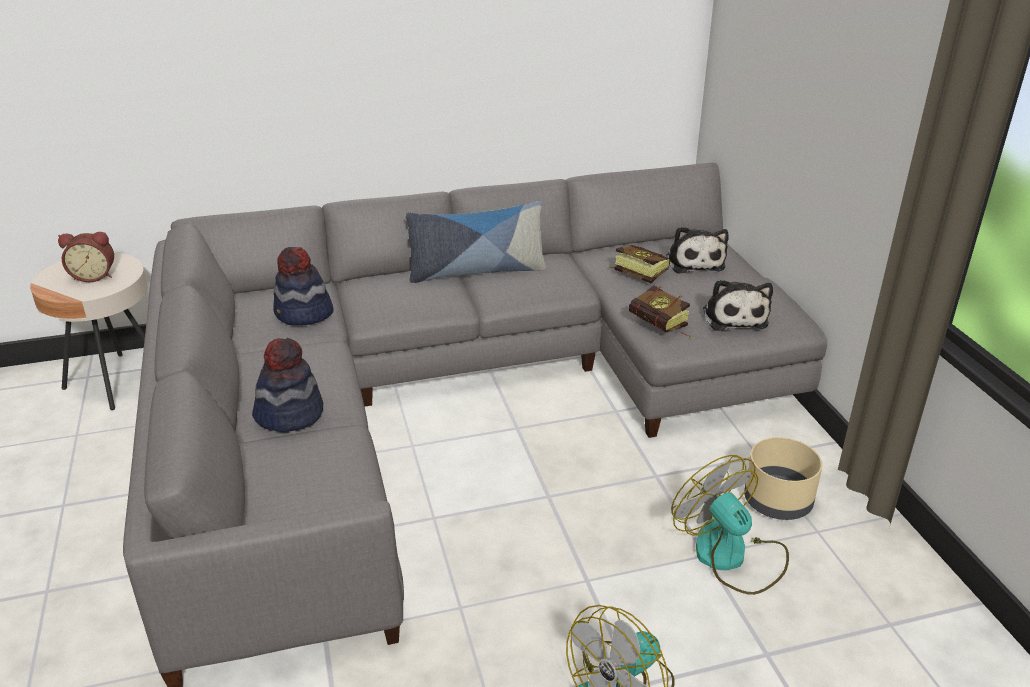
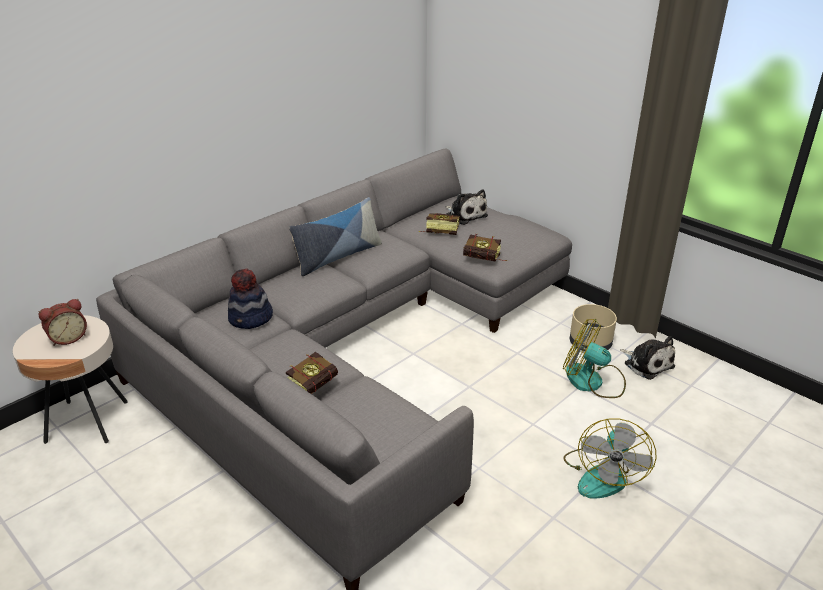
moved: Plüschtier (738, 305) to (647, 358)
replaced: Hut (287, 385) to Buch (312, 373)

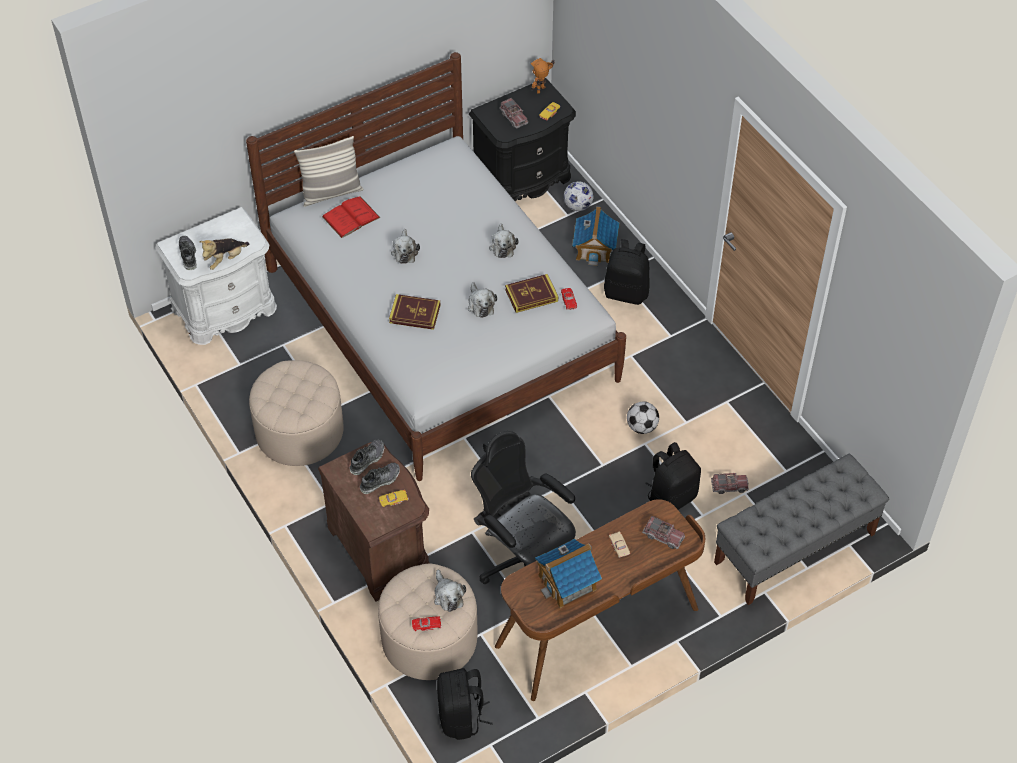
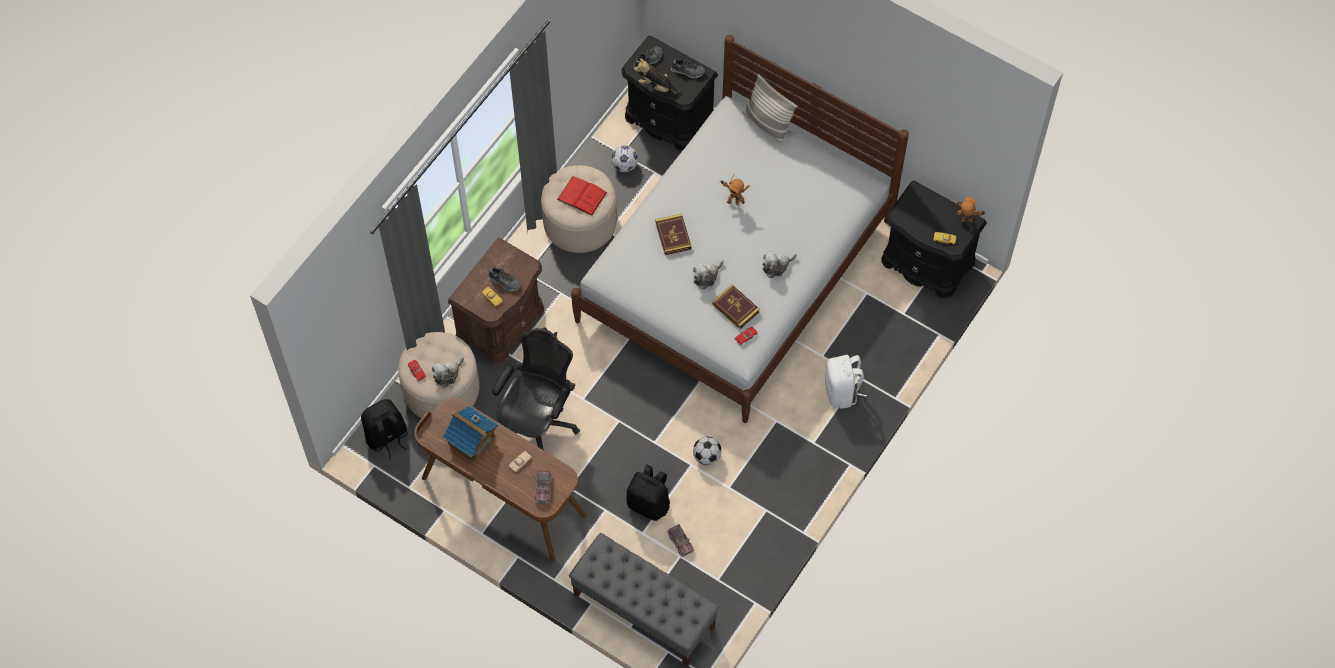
removed: Spielzeuglaster (513, 113); Spielzeughaus (595, 236)
moved: Buch (rot) (351, 217) to (582, 196); Schuh (367, 457) to (688, 68); Fußball (579, 196) to (624, 158)
replaced: Plüschtier (405, 246) to Spielzeugroboter (734, 190)
recoloured: Nachttisch (weiß) (216, 276) to Nachttisch (schwarz) (669, 93); Rucksack (schwarz) (627, 272) to Rucksack (weiß) (846, 382)

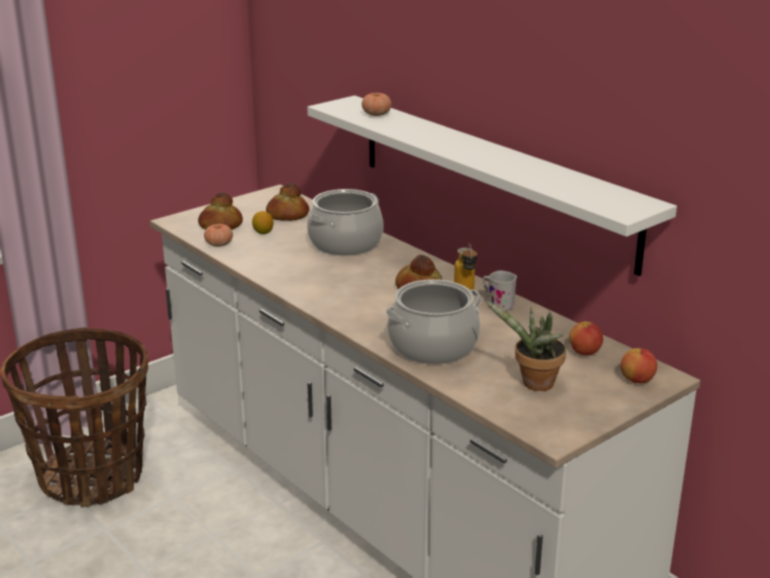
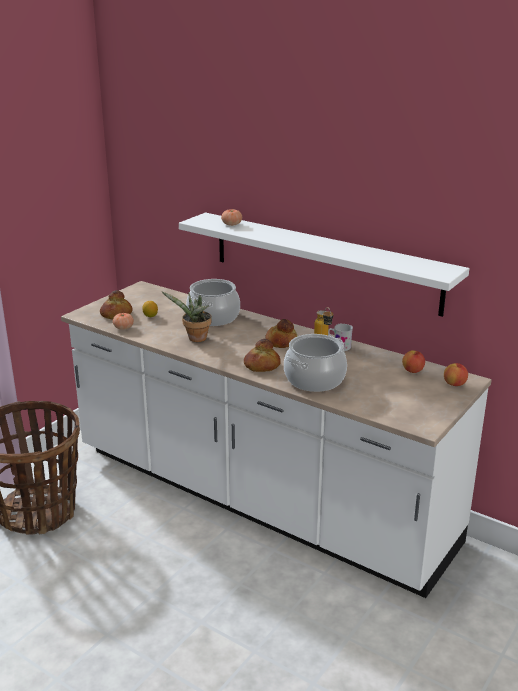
moved: Brot (287, 202) to (262, 355); Topfpflanze (525, 345) to (186, 316)

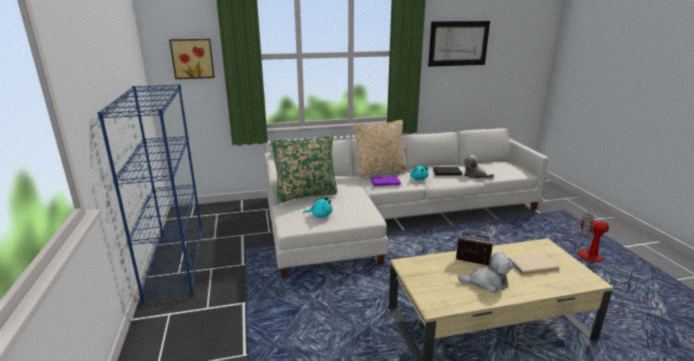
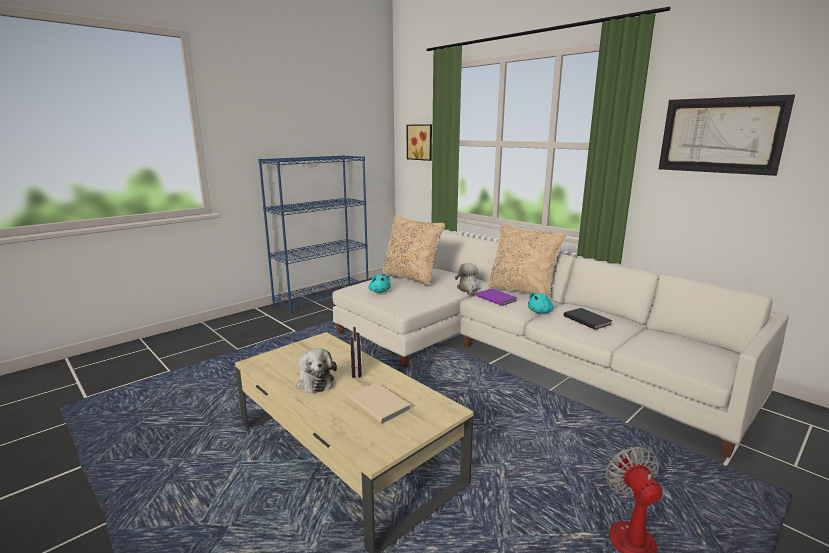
moved: Plüschtier (479, 167) to (467, 279)
recoloured: Kissen (grün) (304, 169) to Kissen (beige) (414, 250)

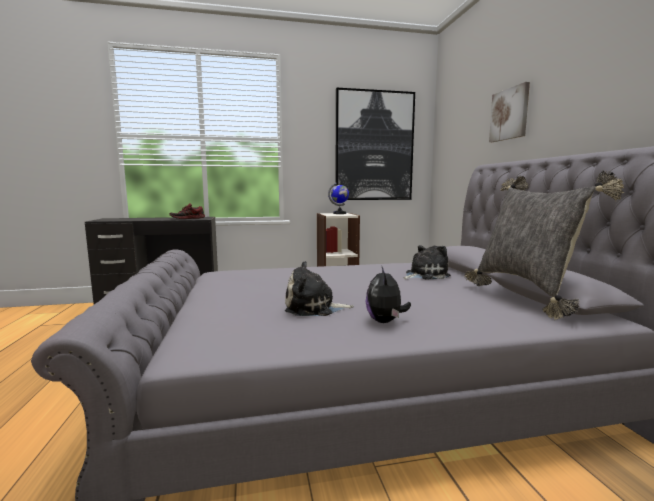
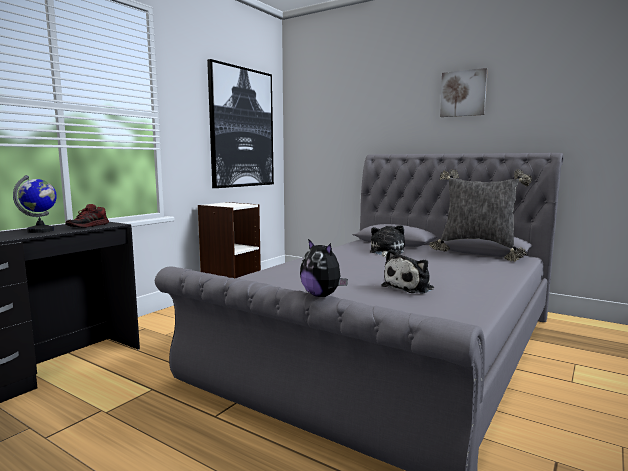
moved: Globus (338, 198) to (35, 204); Plüschtier (388, 295) to (324, 268); Bild (509, 112) to (464, 92)

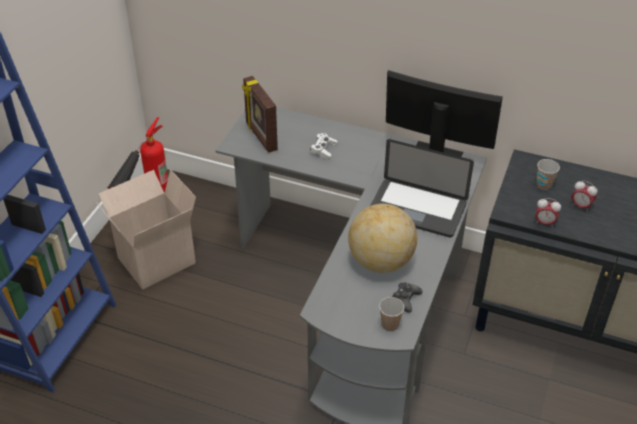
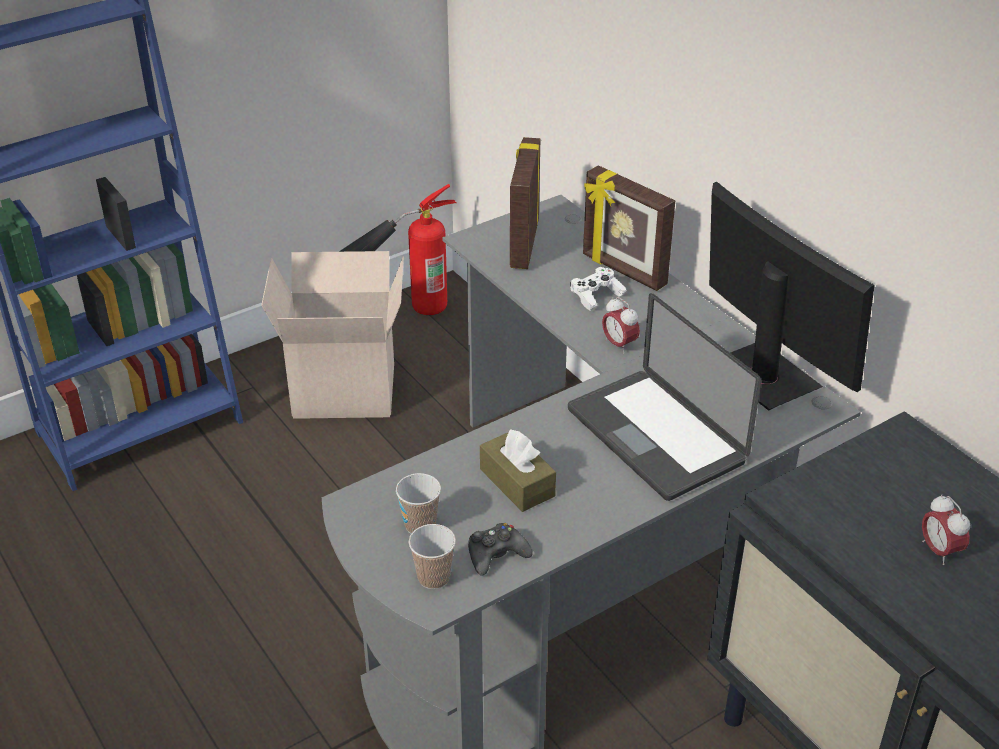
added: Bilderrahmen (629, 228)
moved: Wecker (548, 213) to (621, 325); Tasse (548, 174) to (418, 503)
replaced: Globus (382, 238) to Taschentuchbox (braun) (518, 470)

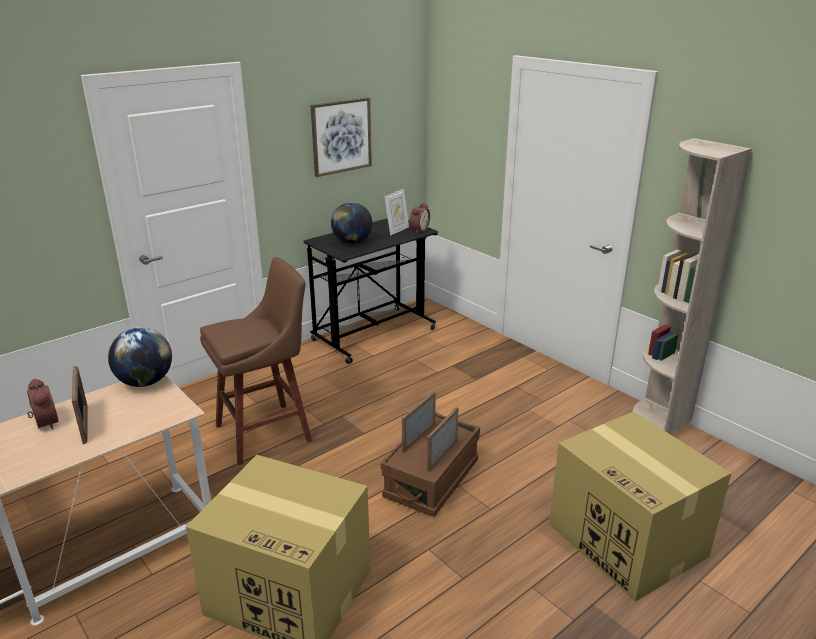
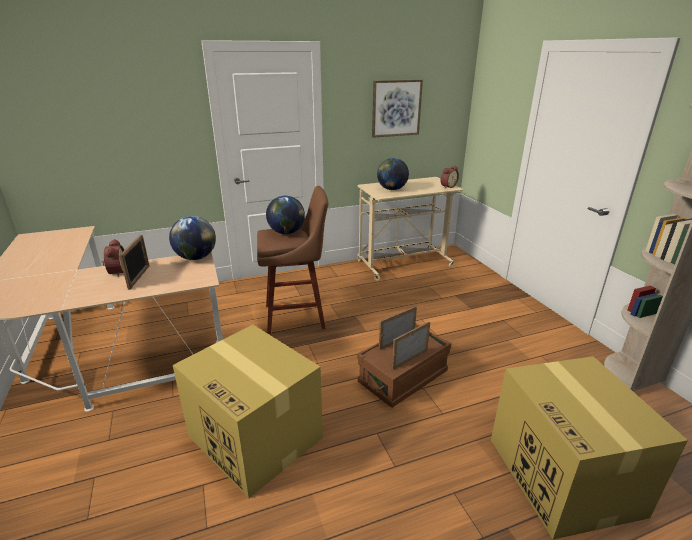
removed: Bilderrahmen (396, 212)
added: Globus (285, 215)
recoloured: Schreibtisch (schwarz) (370, 291) to Schreibtisch (beige) (410, 229)

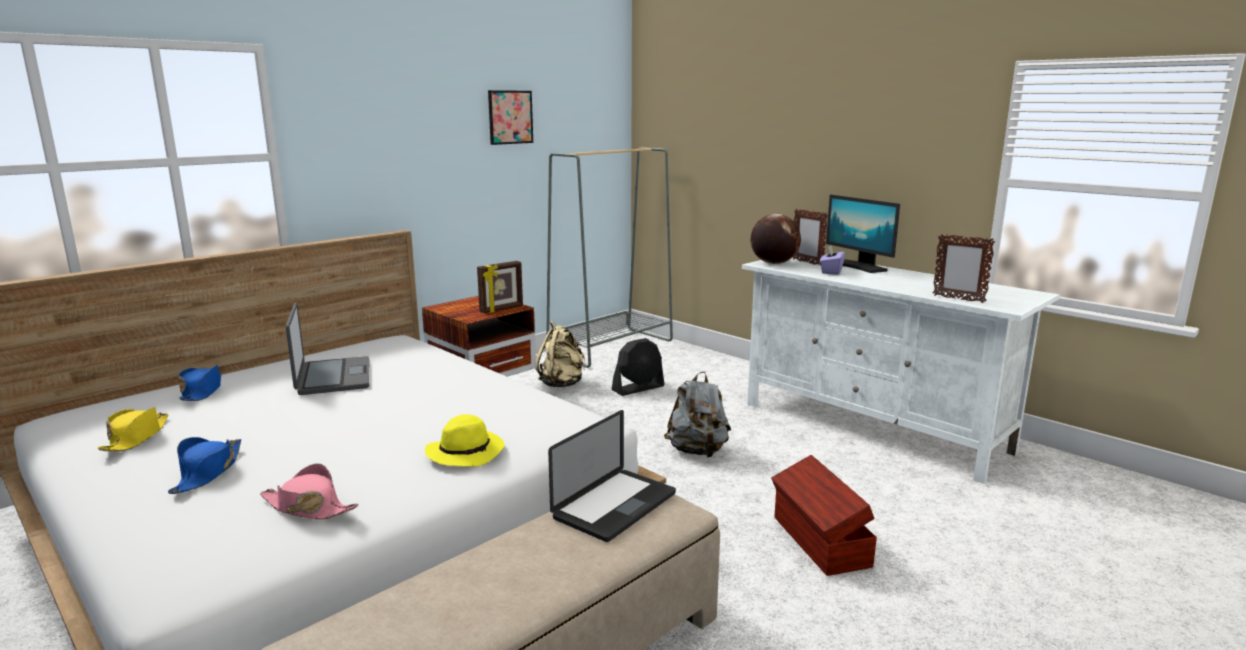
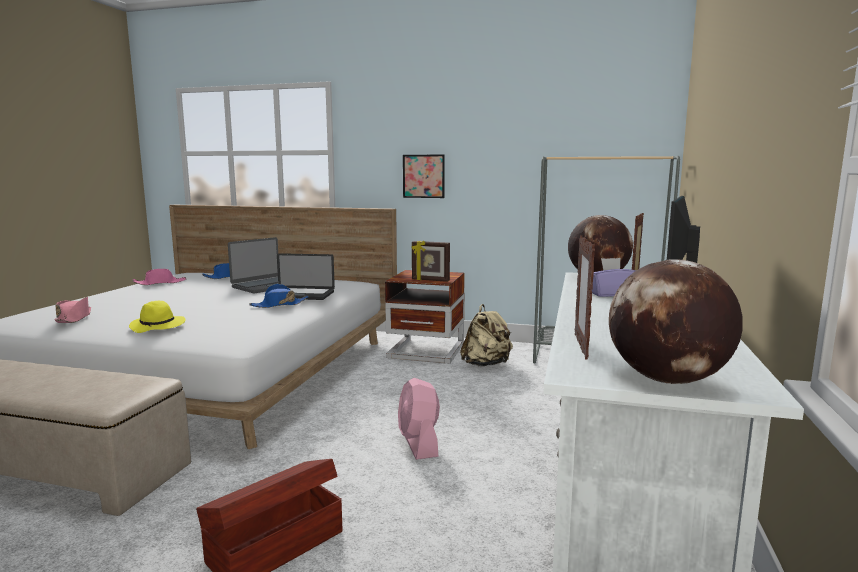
removed: Ventilator (schwarz) (638, 367)
added: Globus (676, 321)
moved: Hut (blau) (204, 465) to (279, 296); Bild (510, 117) to (424, 176); Laptop (612, 476) to (306, 276)
replaced: Rucksack (grau) (697, 414) to Ventilator (rosa) (419, 419)
recoloured: Hut (gelb) (133, 429) to Hut (rosa) (159, 277)

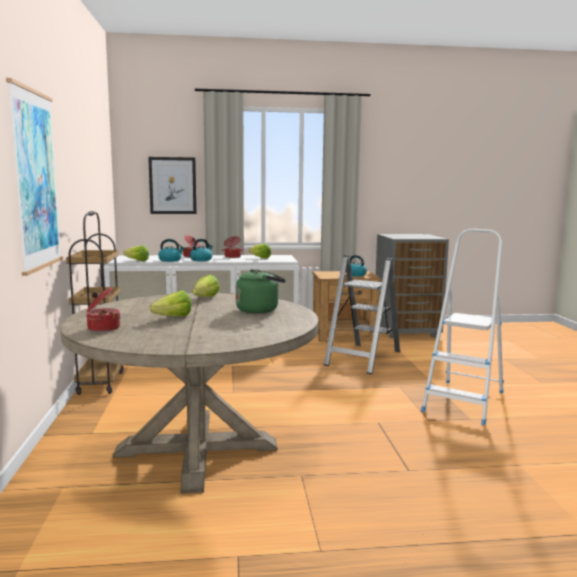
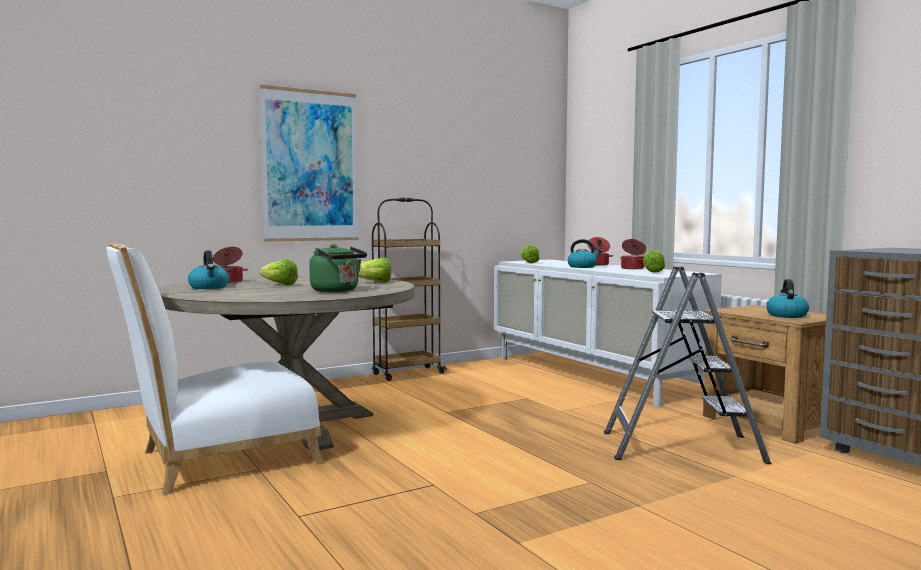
removed: Bild (172, 185); Trittleiter (weiß) (462, 327)
added: Stuhl (weiß) (215, 368)
moved: Wasserkessel (171, 250) to (208, 269)

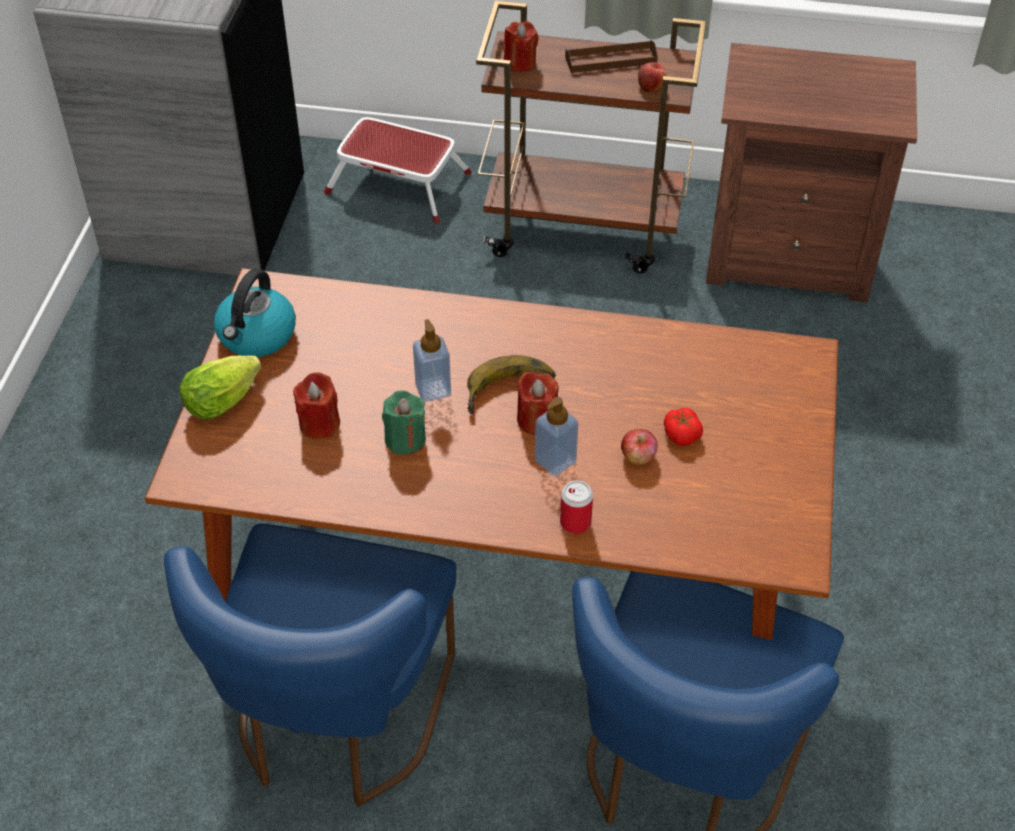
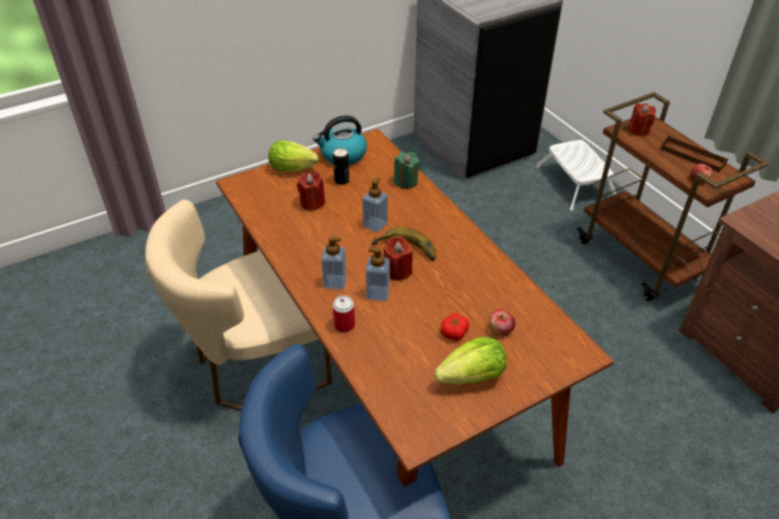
added: Seifenspender (334, 263); Dose (341, 166); Salatkopf (470, 360)
moved: Kerze (grün) (404, 422) to (407, 170); Apfel (639, 447) to (502, 322)
recoloured: Stuhl (blau) (310, 665) to Stuhl (beige) (238, 305); Trittleiter (rot) (398, 170) to Trittleiter (weiß) (576, 175)

